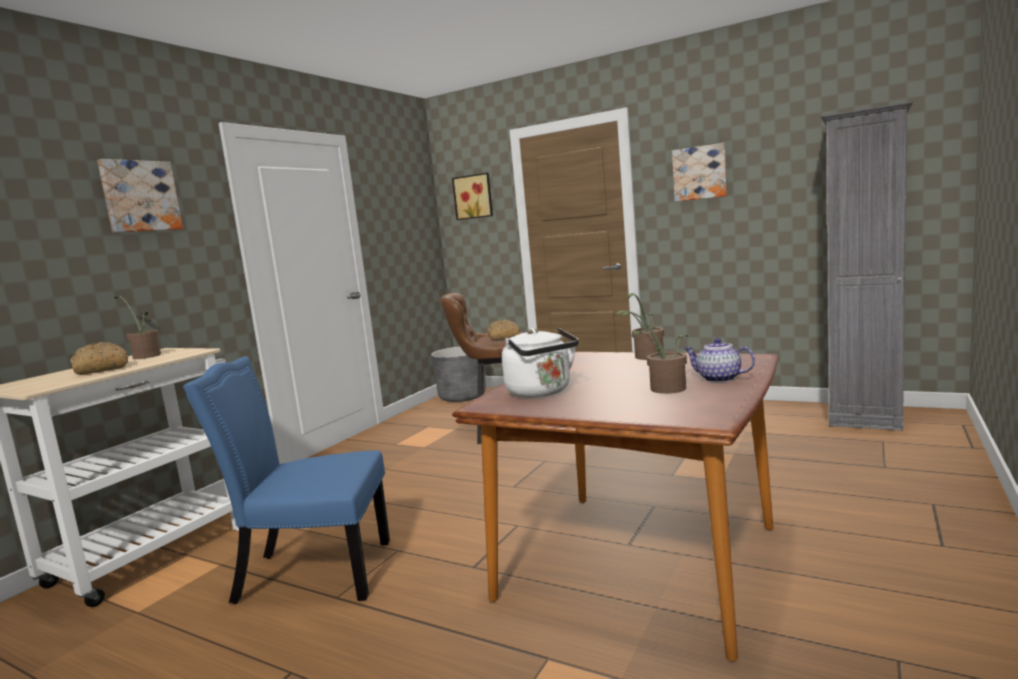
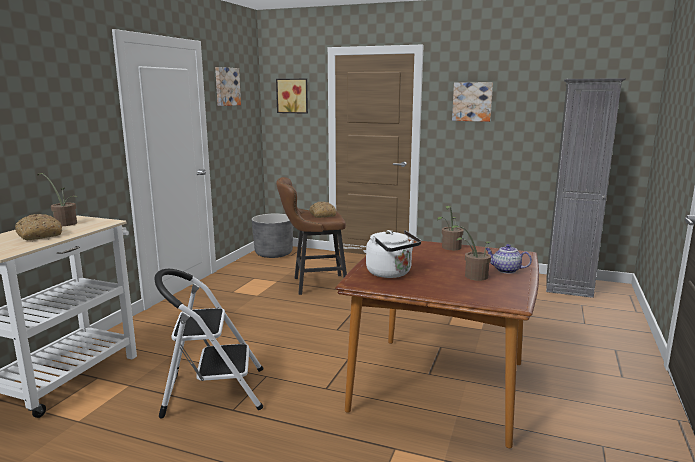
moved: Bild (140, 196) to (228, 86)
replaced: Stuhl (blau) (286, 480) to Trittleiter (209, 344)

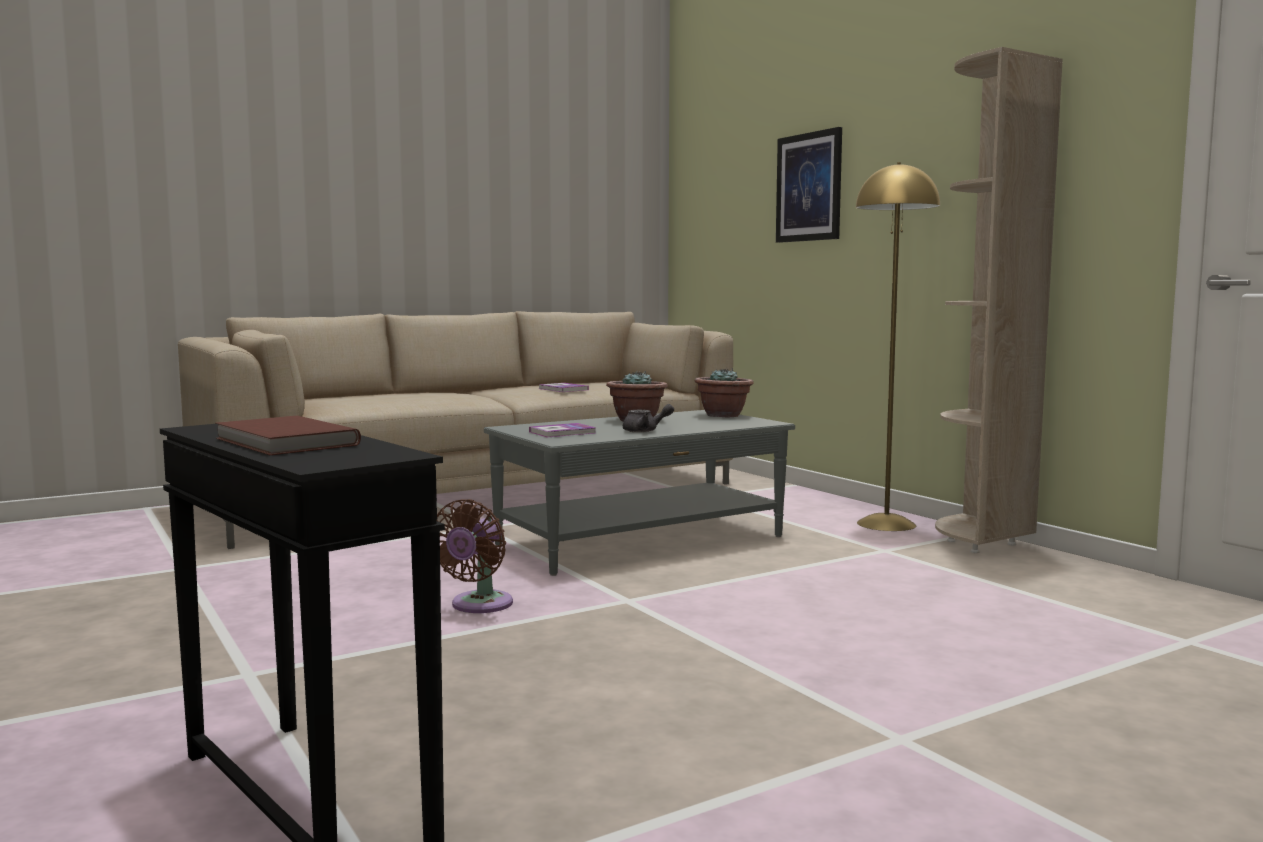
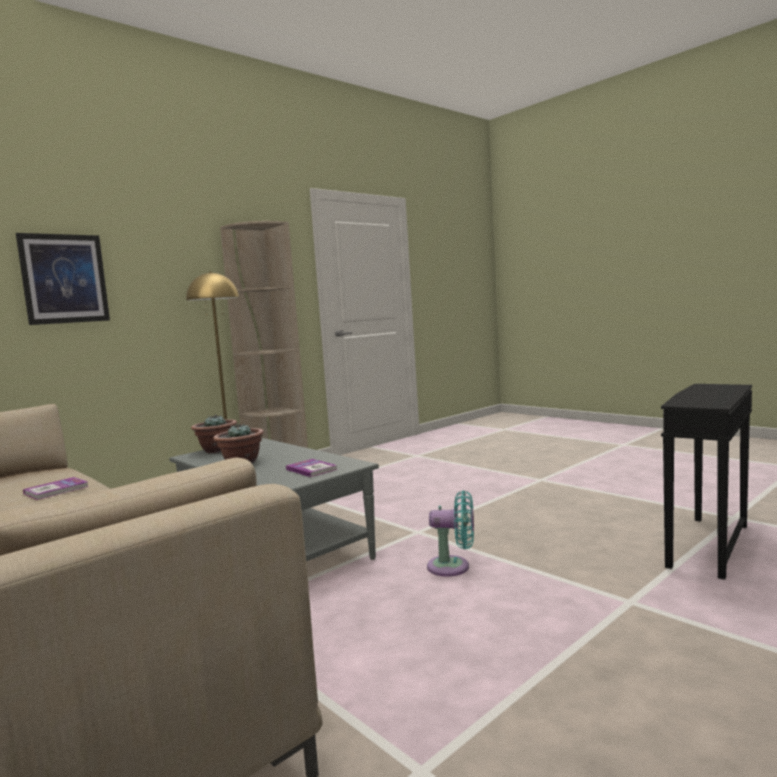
removed: Buch (braun) (288, 435); Teekanne (grau) (648, 418)
recoloured: Ventilator (braun) (474, 556) to Ventilator (türkis) (450, 534)

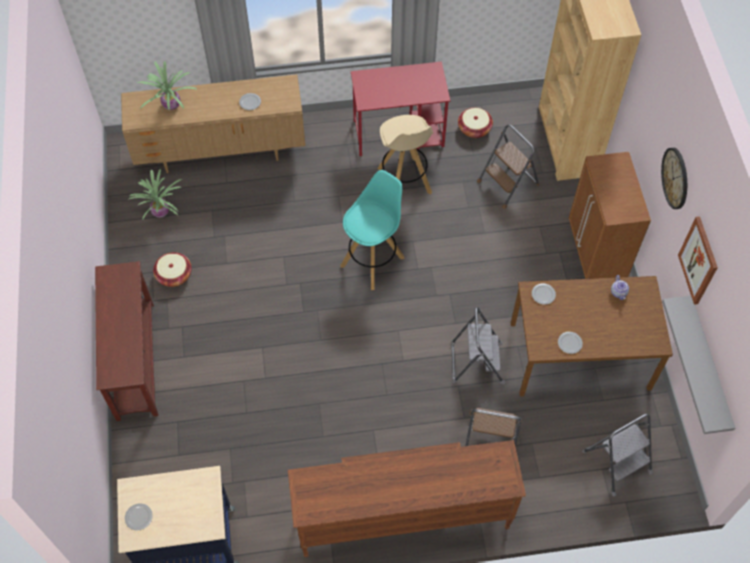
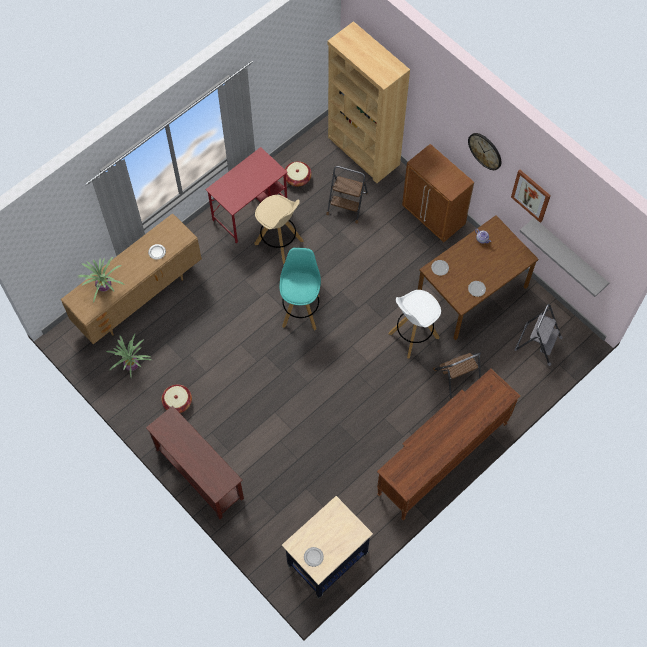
replaced: Trittleiter (grau) (478, 345) to Hocker (weiß) (414, 324)

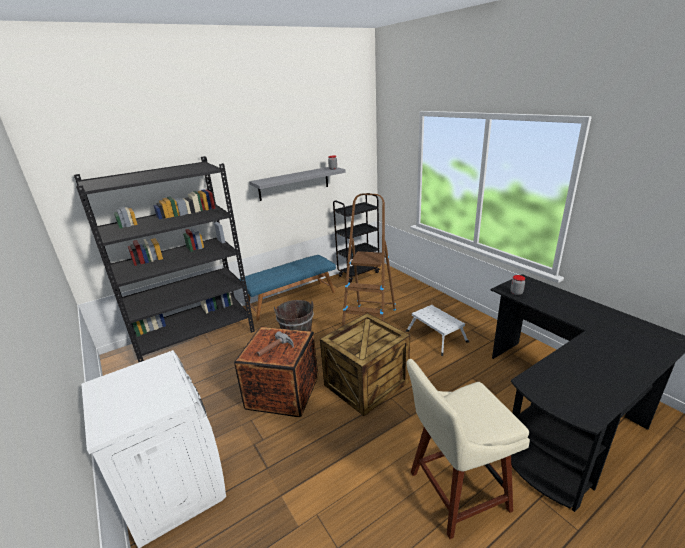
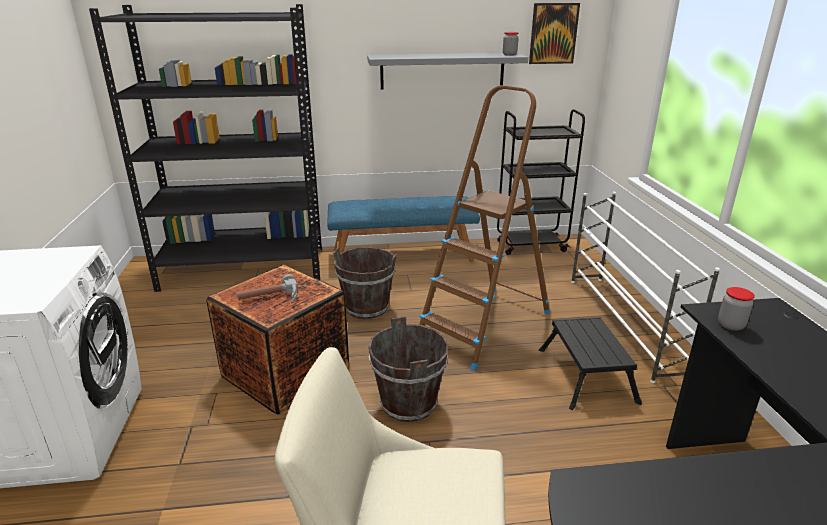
added: Bild (554, 33); Schuhregal (weiß) (645, 287)
replaced: Kiste (365, 364) to Eimer (braun) (408, 369)
recoloured: Trittleiter (weiß) (437, 330) to Trittleiter (schwarz) (590, 363)

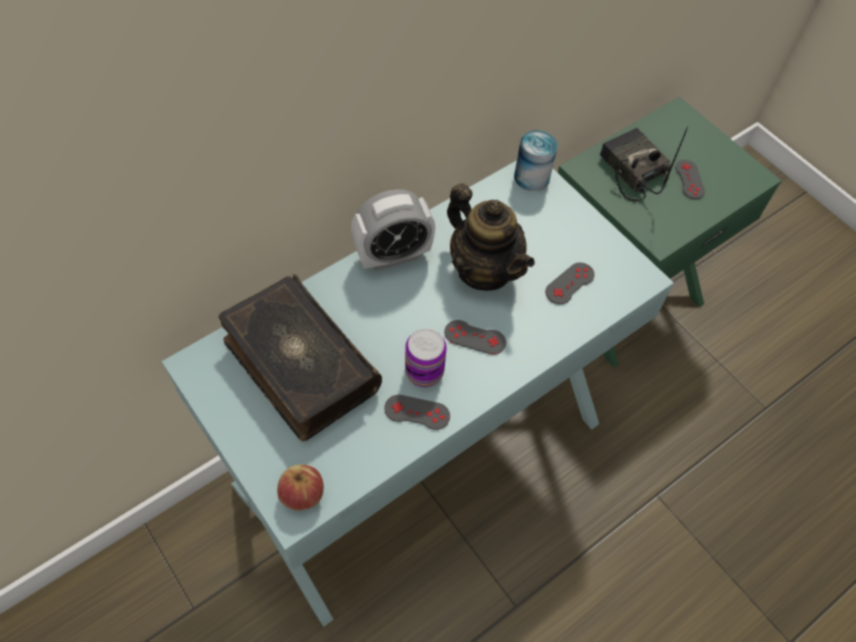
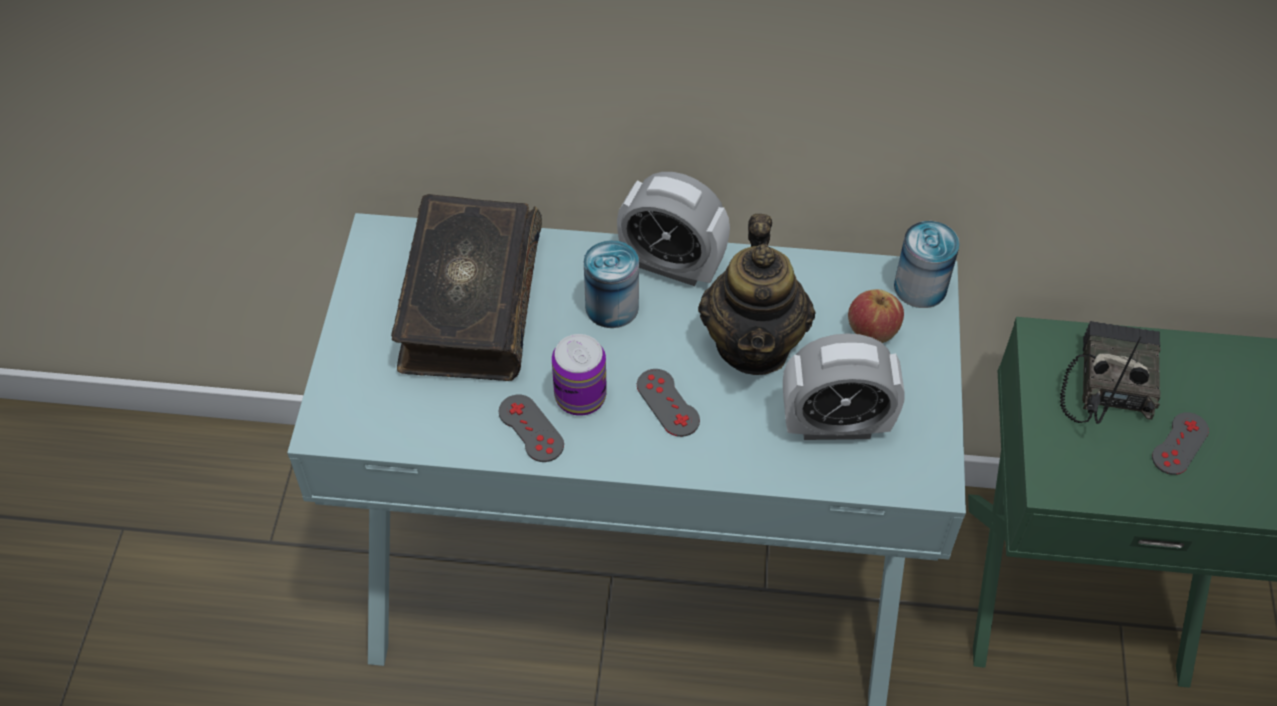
added: Dose (611, 284)
moved: Apfel (300, 487) to (876, 316)
replaced: Gamepad (grau) (570, 283) to Wecker (844, 387)

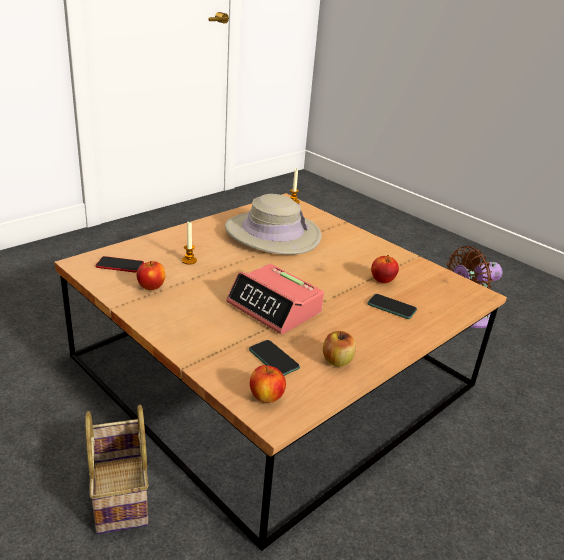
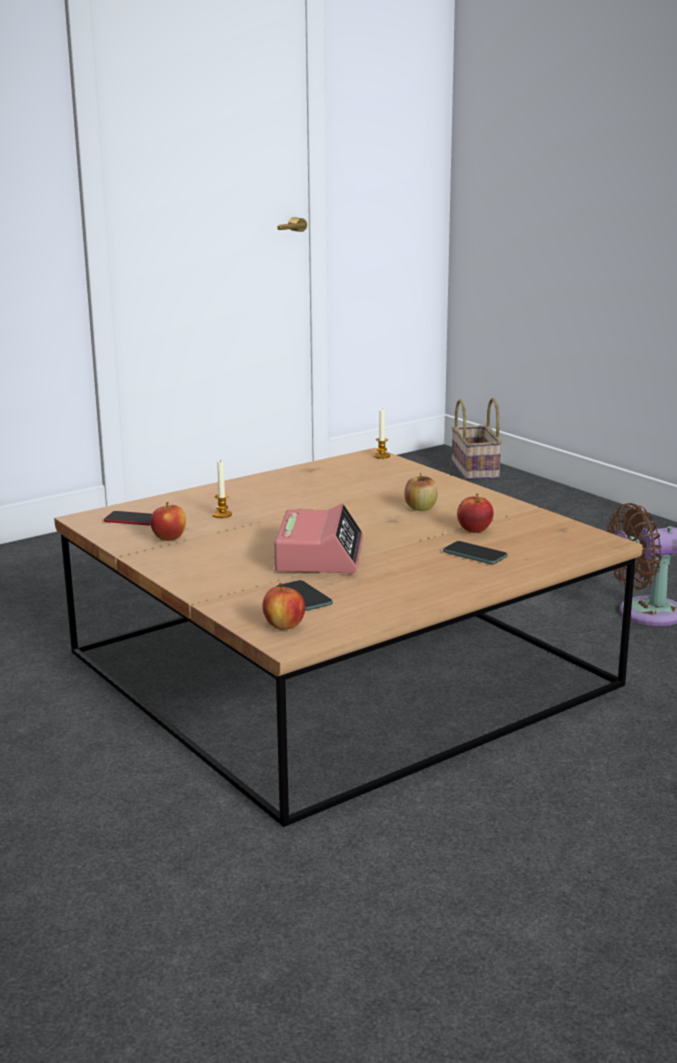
removed: Hut (beige) (273, 224)
moved: Korb (117, 469) to (477, 439); Apfel (339, 349) to (421, 492)
turned: Wecker (275, 299) = (318, 538) 135 degrees counterclockwise

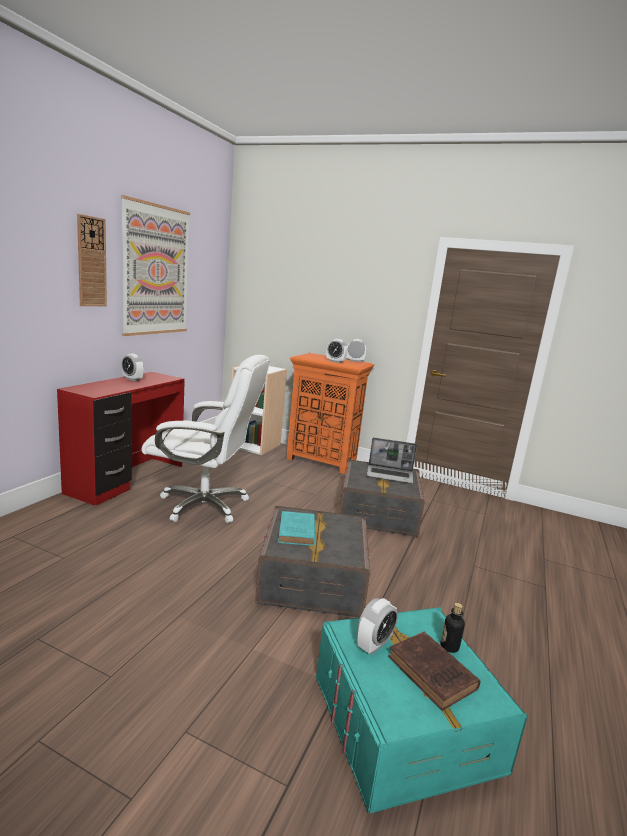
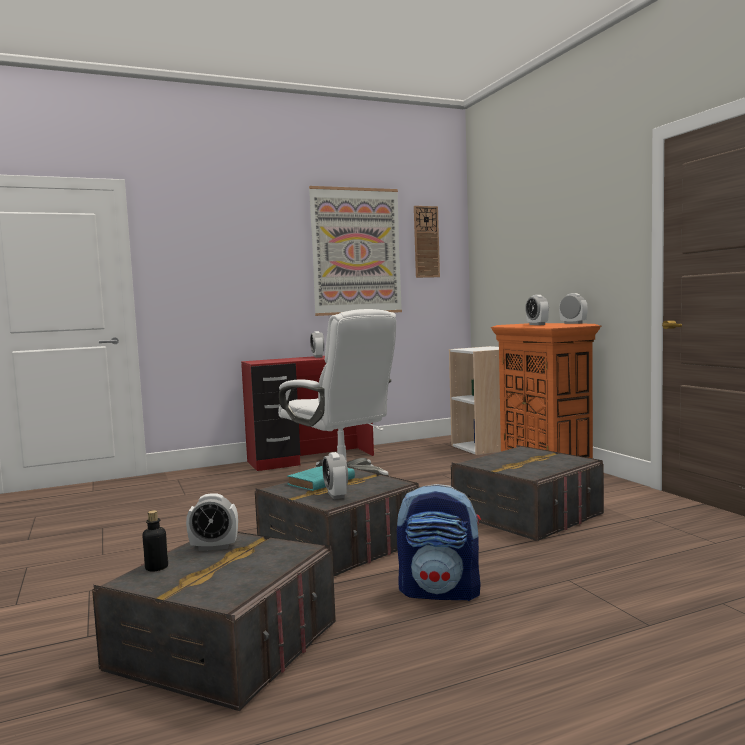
removed: Laptop (392, 461); Buch (braun) (434, 671)
added: Wecker (335, 475); Rucksack (439, 542)
moved: Wanduhr (92, 260) to (427, 242); Flasche (453, 628) to (155, 541)
recoloured: Aufbewahrungsbox (türkis) (421, 710) to Aufbewahrungsbox (grau) (214, 621)

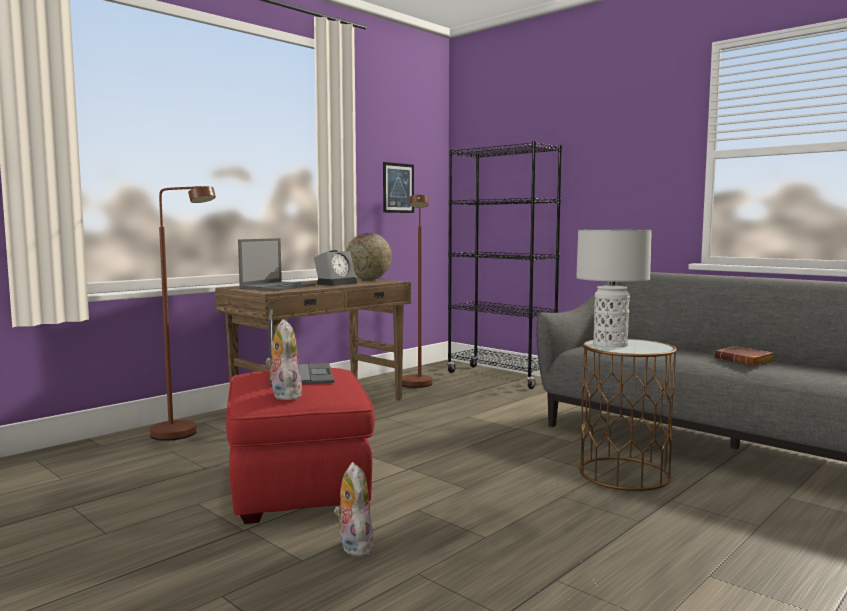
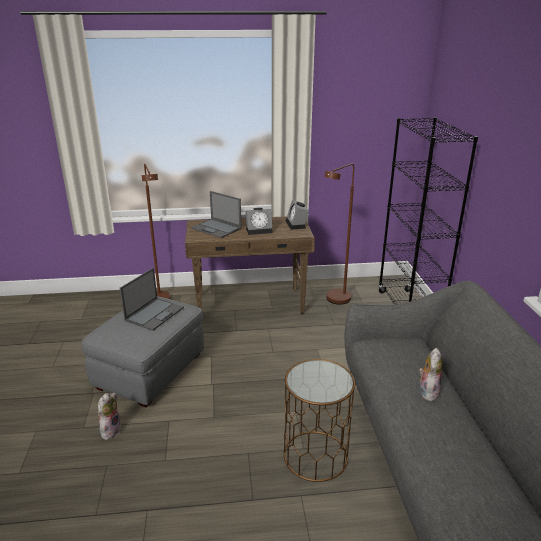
removed: Bild (398, 187); Tischlampe (weiß) (614, 288); Buch (braun) (744, 356)
moved: Plüschtier (284, 359) to (430, 374)
replaced: Globus (369, 256) to Wecker (297, 215)
recoloured: Polsterhocker (rot) (300, 446) to Polsterhocker (grau) (142, 351)
turned: Laptop (276, 264) = (216, 214) 60 degrees clockwise

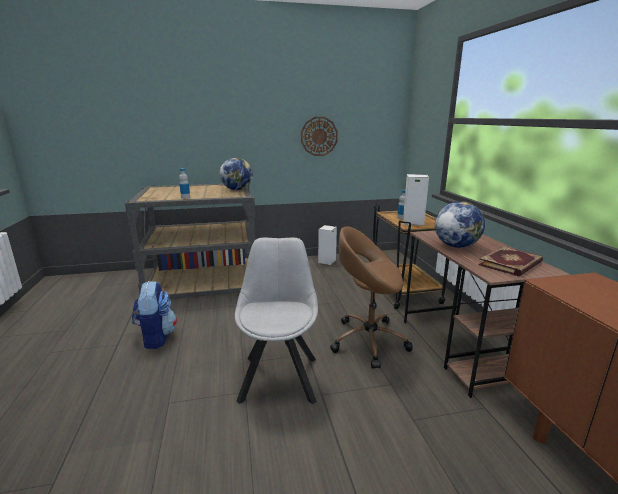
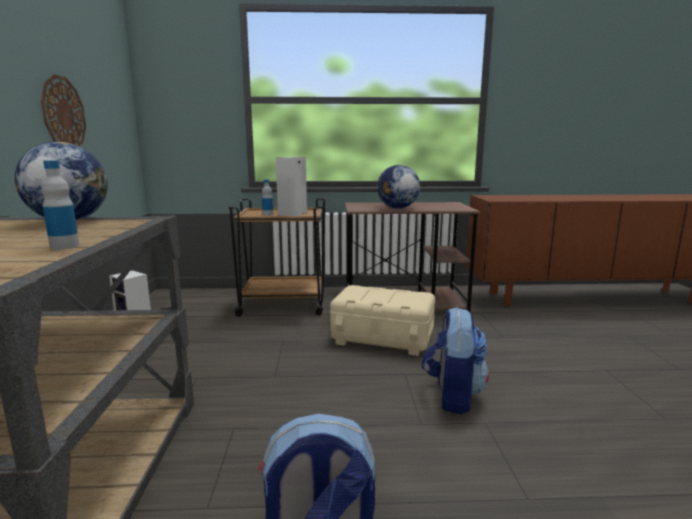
removed: Buch (510, 261)
replaced: Stuhl (grau) (276, 321) to Rucksack (455, 360); Bürostuhl (braun) (371, 298) to Aufbewahrungsbox (beige) (382, 320)

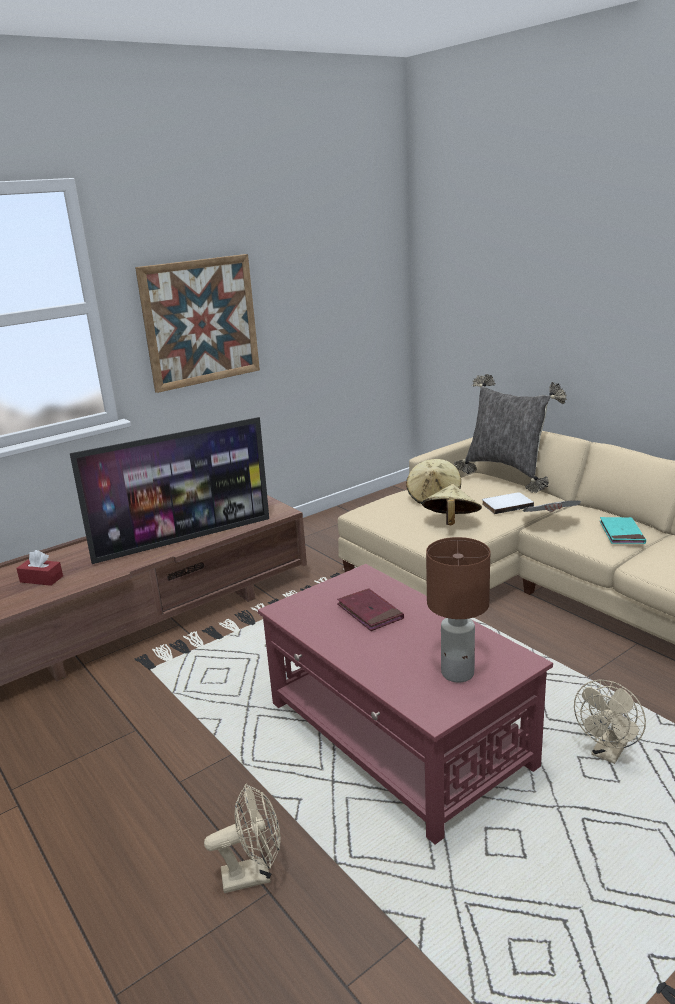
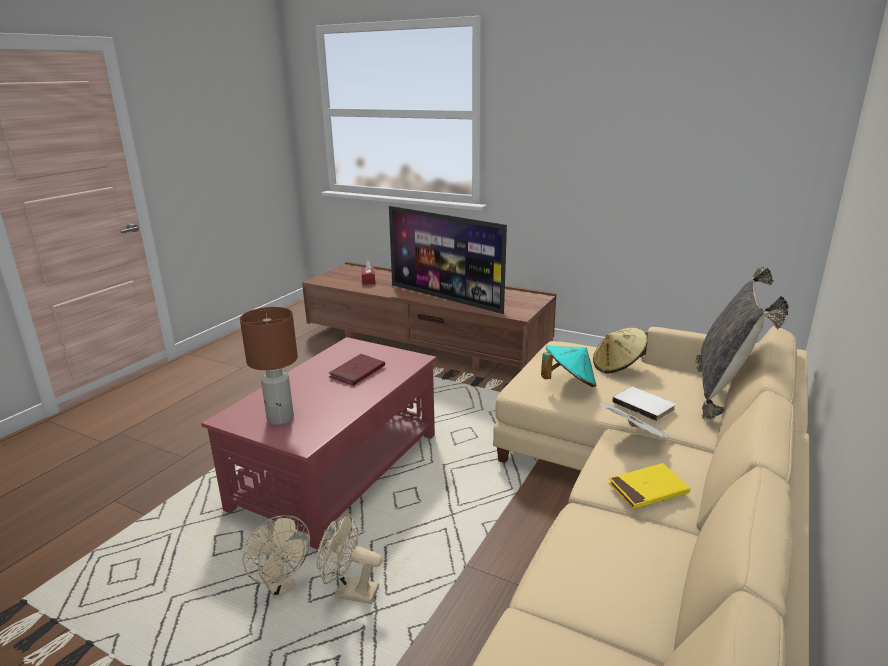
removed: Bild (197, 323)
moved: Ventilator (beige) (242, 838) to (276, 556)
recoloured: Hut (beige) (452, 504) to Hut (türkis) (569, 366); Buch (türkis) (623, 530) to Buch (gelb) (649, 486)

